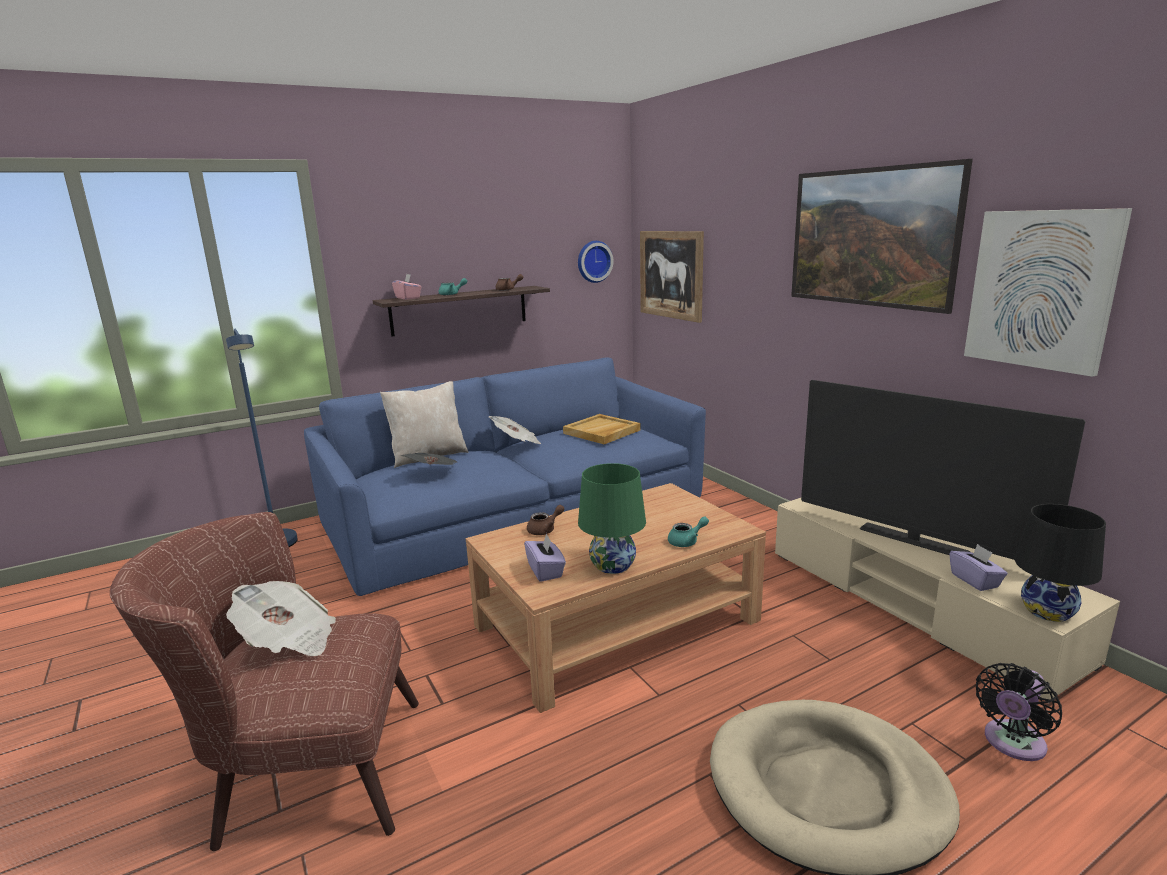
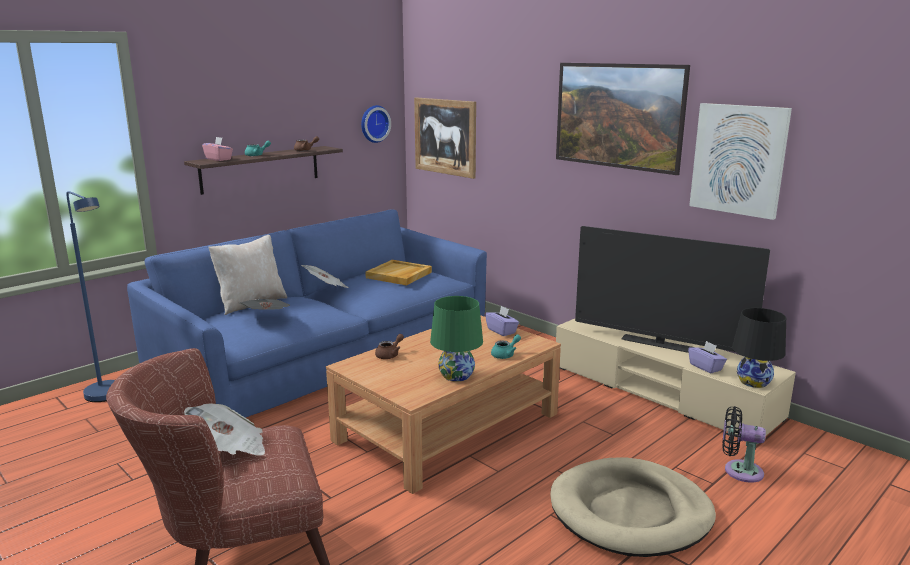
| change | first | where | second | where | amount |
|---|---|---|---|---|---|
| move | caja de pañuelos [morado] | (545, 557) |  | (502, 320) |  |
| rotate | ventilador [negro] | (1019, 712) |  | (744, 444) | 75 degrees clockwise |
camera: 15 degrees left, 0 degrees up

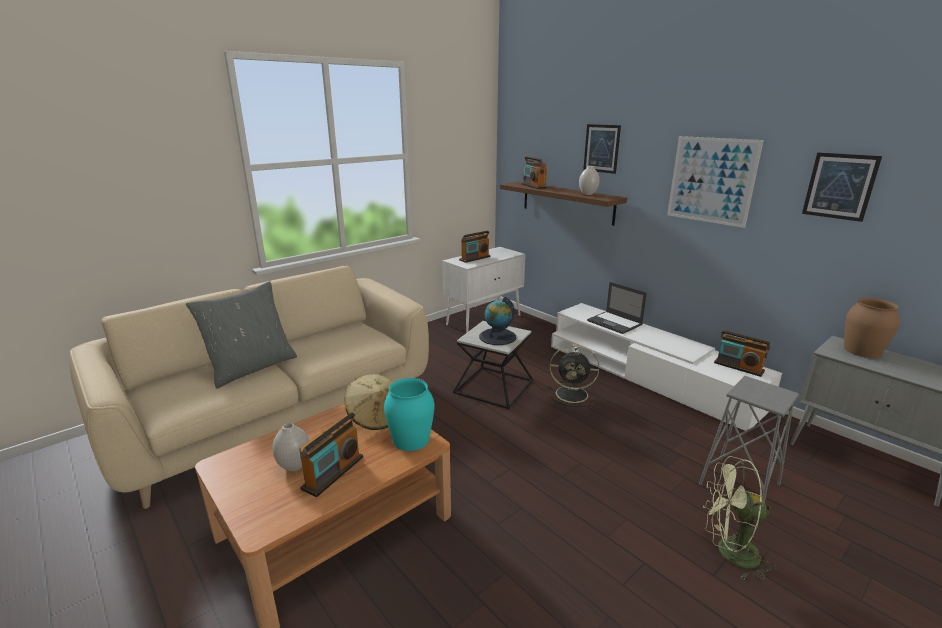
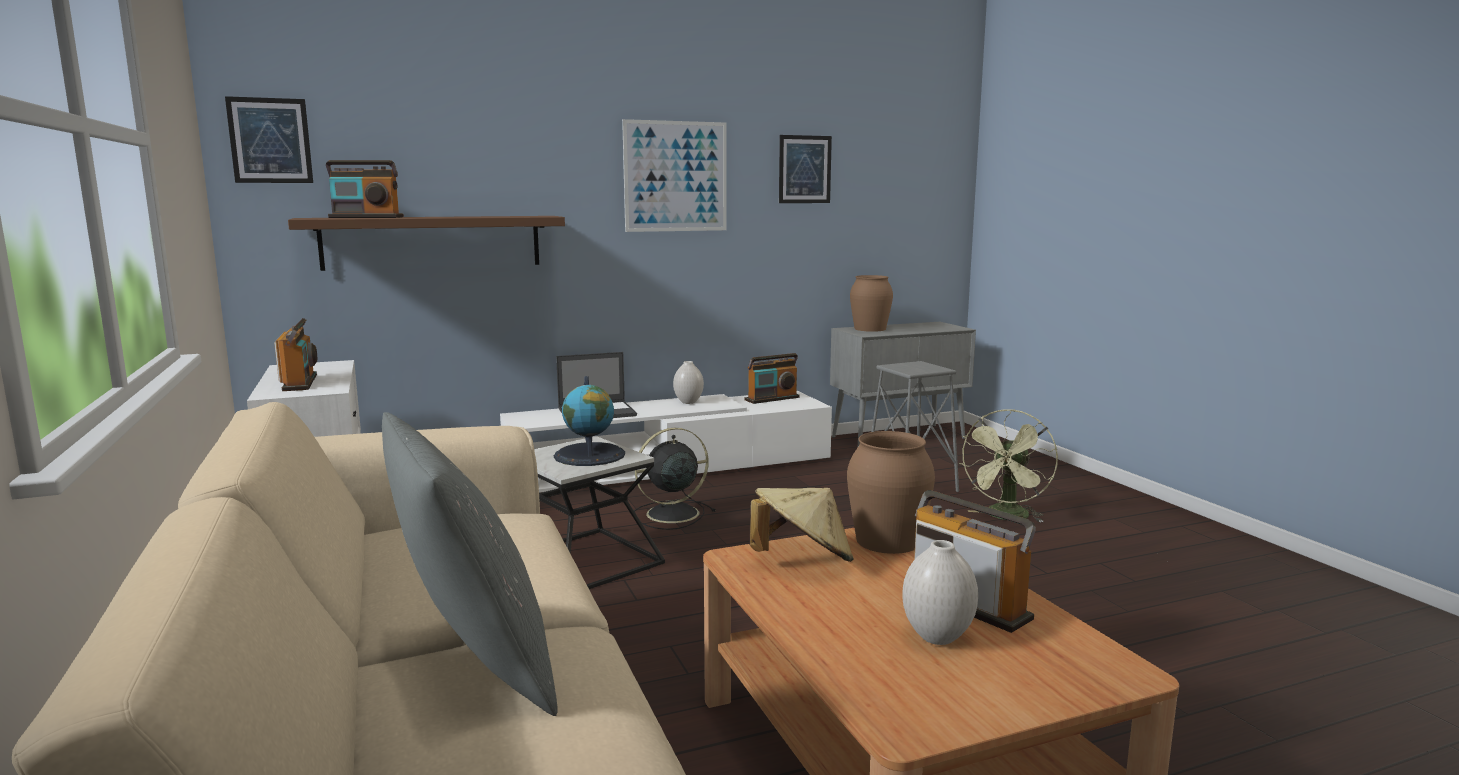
| change | first | where | second | where | amount |
|---|---|---|---|---|---|
| move | florero [blanco] | (589, 180) |  | (688, 382) |  |
| move | cuadro | (602, 149) |  | (269, 139) |  |
| recolor | florero [turquesa] | (409, 414) | florero [marrón] | (891, 492) |  |
| rotate | ventilador [negro] | (573, 376) |  | (675, 479) | 150 degrees counterclockwise |
camera: 70 degrees left, 10 degrees down

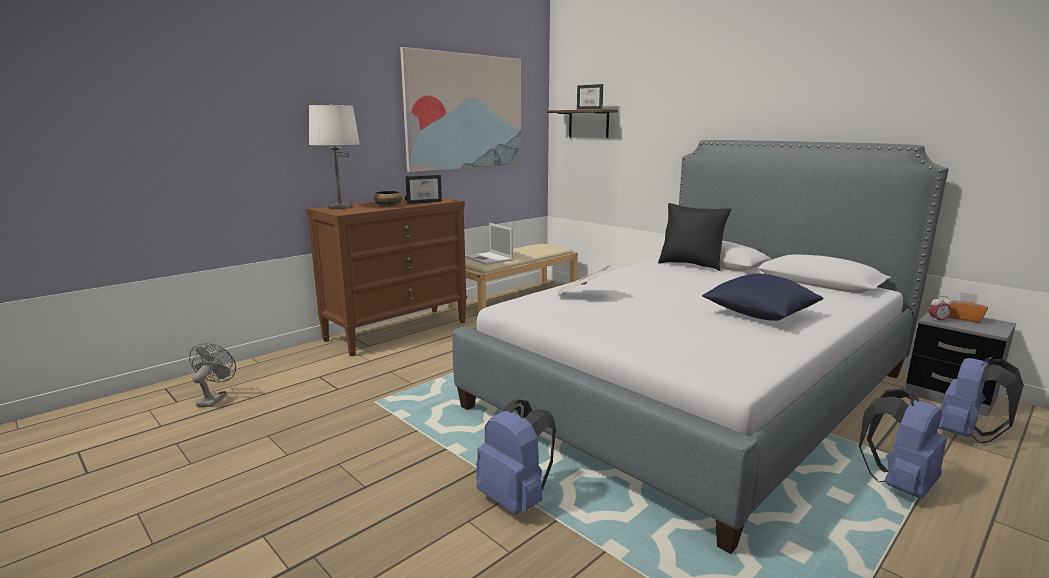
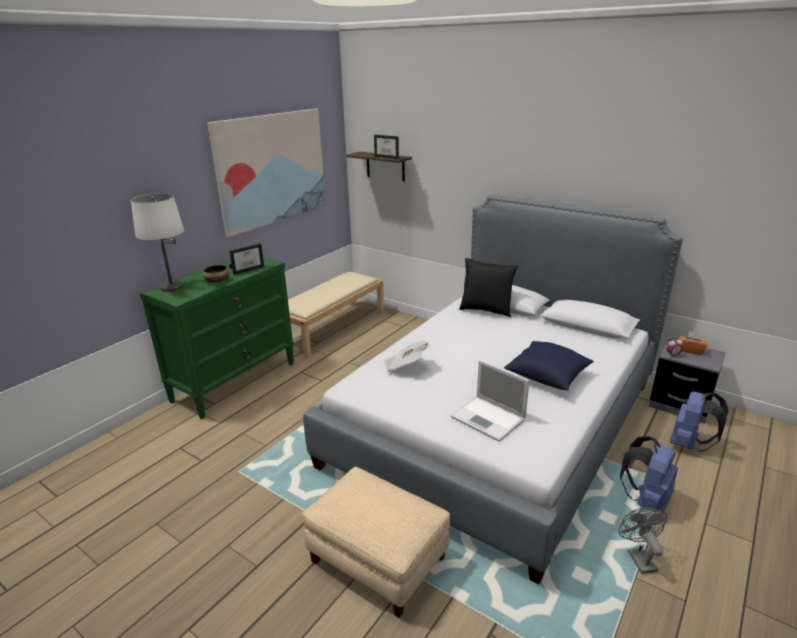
| change | first | where | second | where | amount |
|---|---|---|---|---|---|
| move | ventilador [gris] | (212, 375) |  | (643, 540) |  |
| move | portátil | (489, 244) |  | (490, 401) |  |
| replace | mochila [azul] | (516, 457) | puf [beis] | (376, 542) |  |
| recolor | cómoda [marrón] | (386, 277) | cómoda [verde] | (217, 338) |  |
camera: 10 degrees left, 10 degrees up

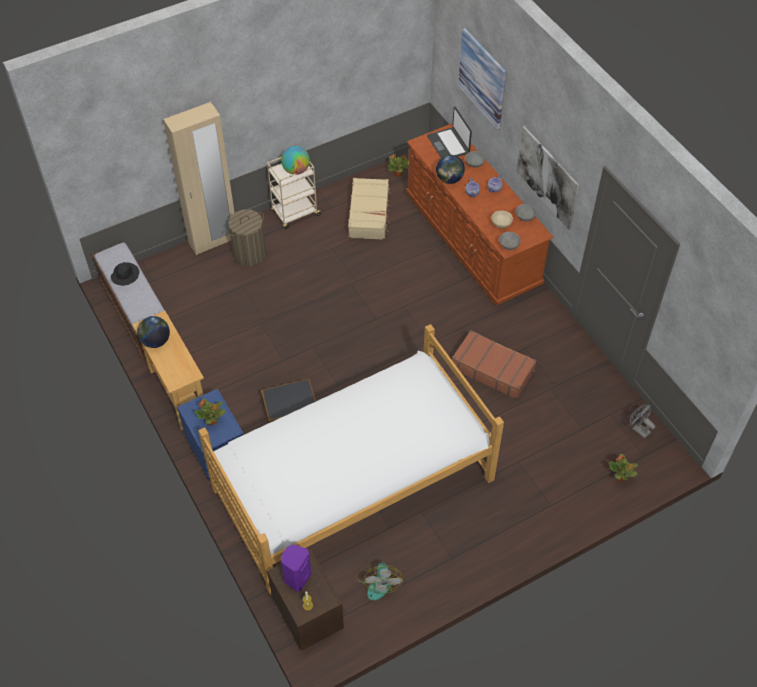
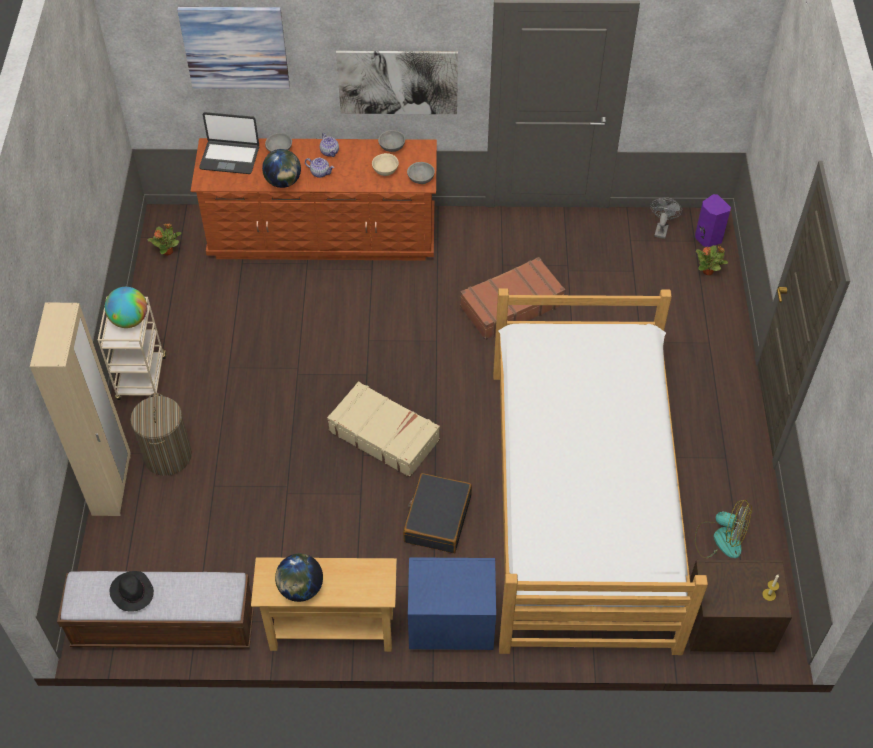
| change | first | where | second | where | amount |
|---|---|---|---|---|---|
| delete | planta en maceta | (210, 412) |  |  |  |
| move | altavoz [morado] | (296, 568) |  | (713, 220) |  |
| move | maleta [beis] | (369, 209) |  | (383, 429) |  |
| rotate | ventilador [gris] | (642, 421) |  | (666, 218) | 120 degrees clockwise |
camera: 60 degrees left, 0 degrees up

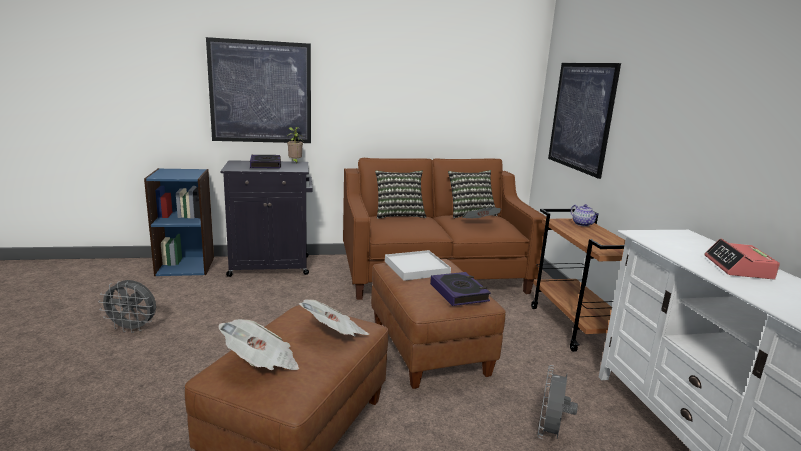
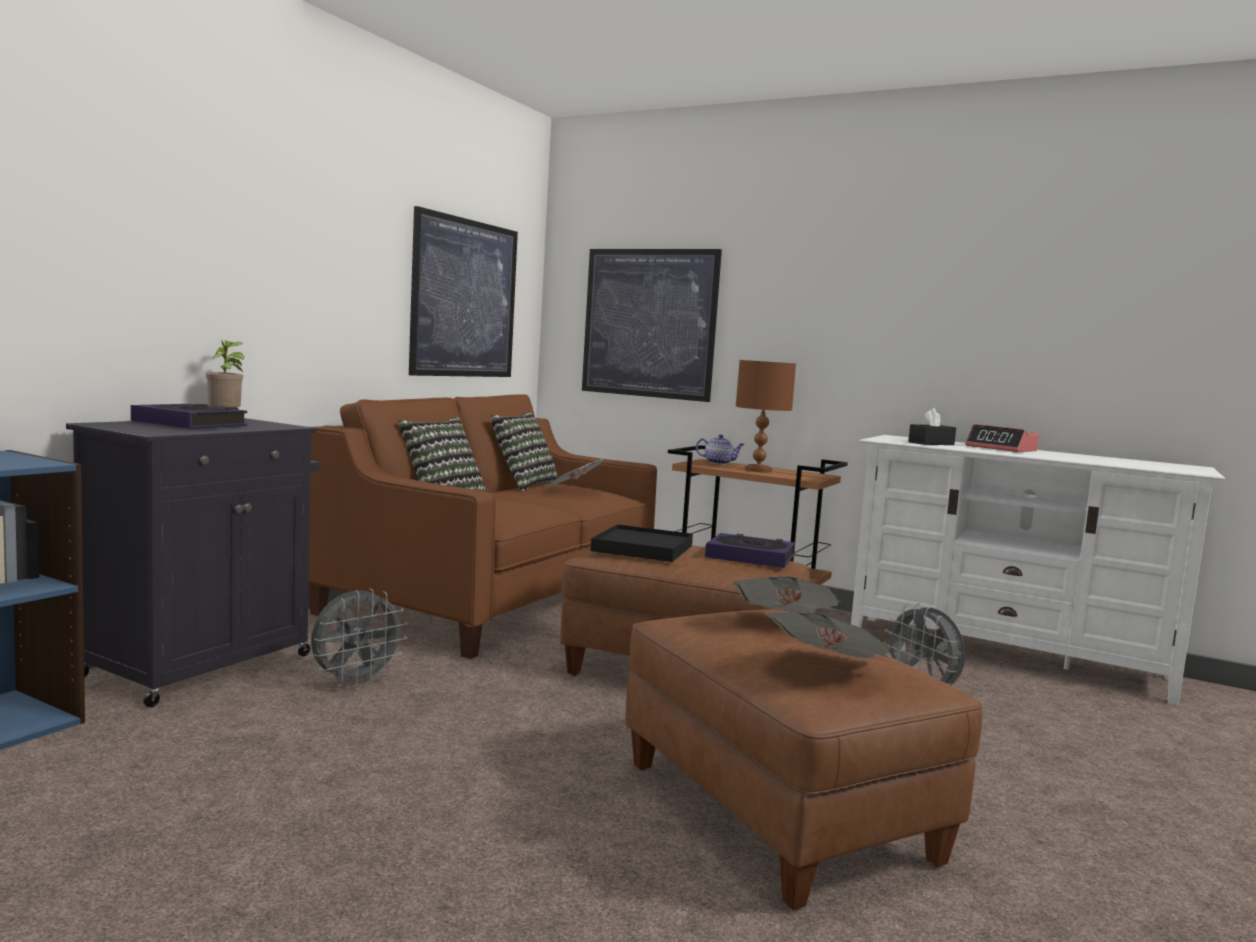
| change | first | where | second | where | amount |
|---|---|---|---|---|---|
| insert |  |  | lámpara de mesa [marrón] | (766, 416) |  |
| insert |  |  | caja de pañuelos [negro] | (932, 426) |  |
| move | ventilador [gris] | (127, 306) |  | (359, 638) |  |
| move | cuadro | (258, 90) |  | (463, 291) |  |
| recolor | bandeja [blanco] | (418, 265) | bandeja [negro] | (641, 543) |  |
camera: 50 degrees left, 10 degrees down

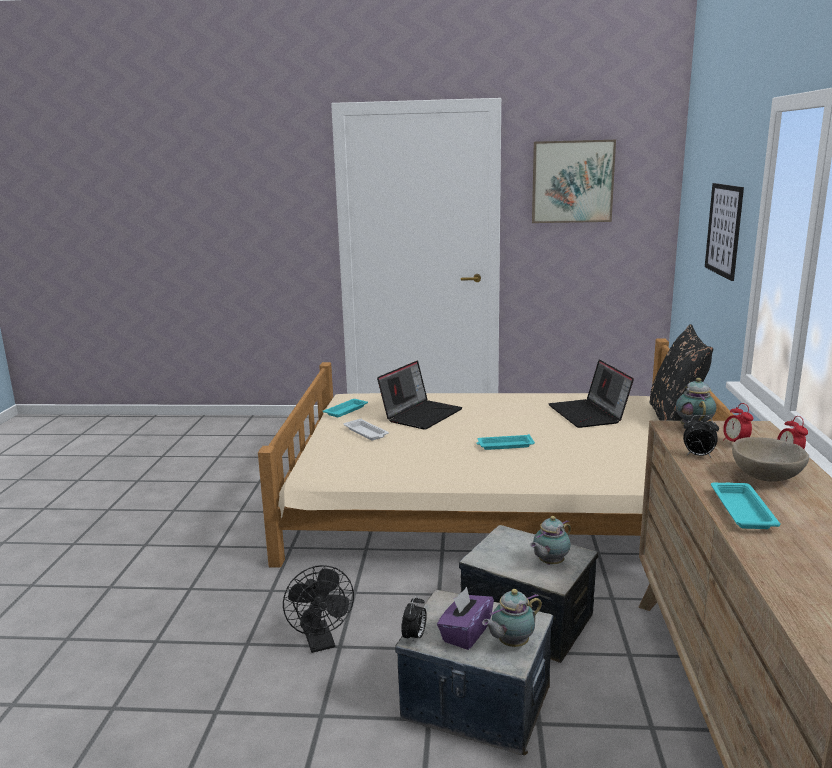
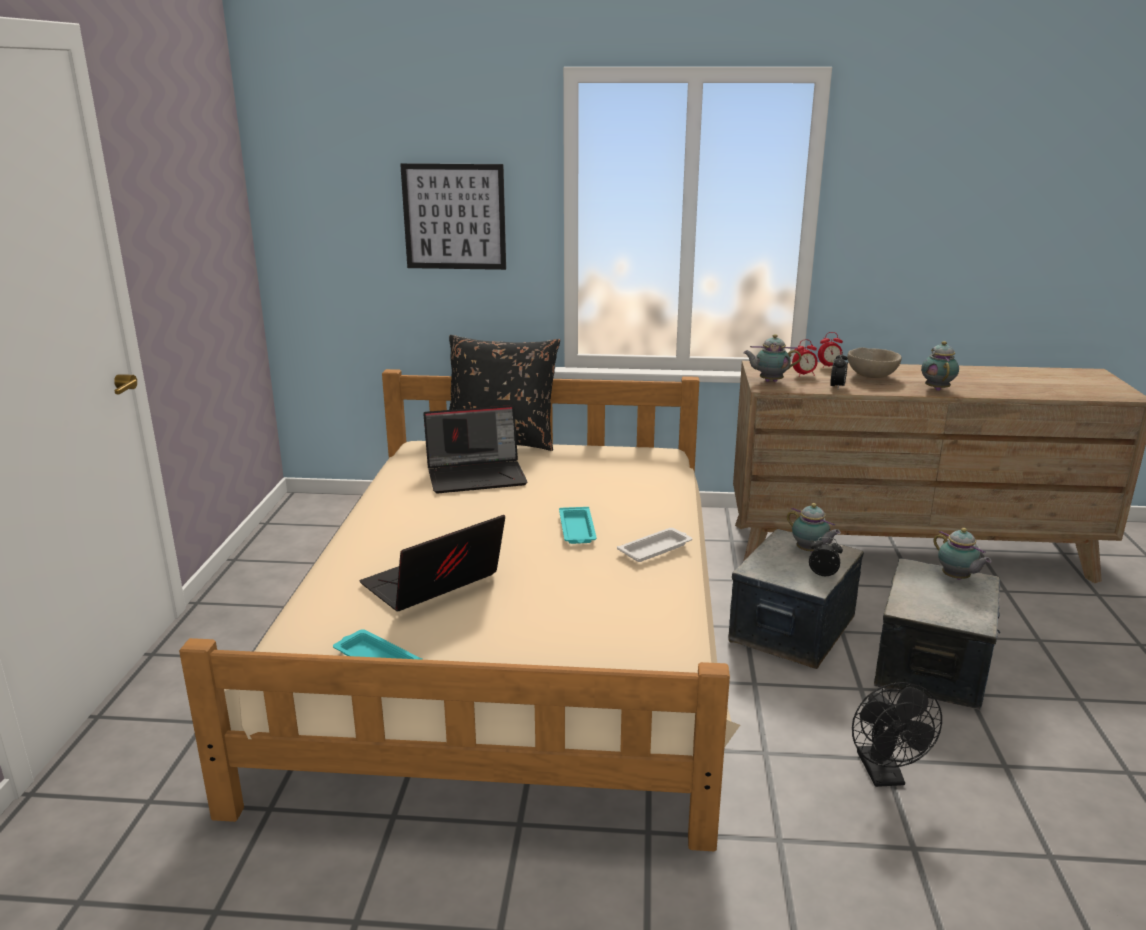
| change | first | where | second | where | amount |
|---|---|---|---|---|---|
| delete | caja de pañuelos [morado] | (465, 618) |  |  |  |
| delete | cuadro | (574, 181) |  |  |  |
| move | bandeja [blanco] | (366, 430) |  | (654, 545) |  |
| move | despertador | (414, 619) |  | (826, 556) |  |
| replace | bandeja [turquesa] | (746, 505) | tetera | (940, 366) |  |
| rotate | ventilador [negro] | (318, 609) |  | (897, 734) | 105 degrees clockwise |
| rotate | portátil | (420, 395) |  | (432, 563) | 75 degrees counterclockwise |
camera: 90 degrees left, 5 degrees up

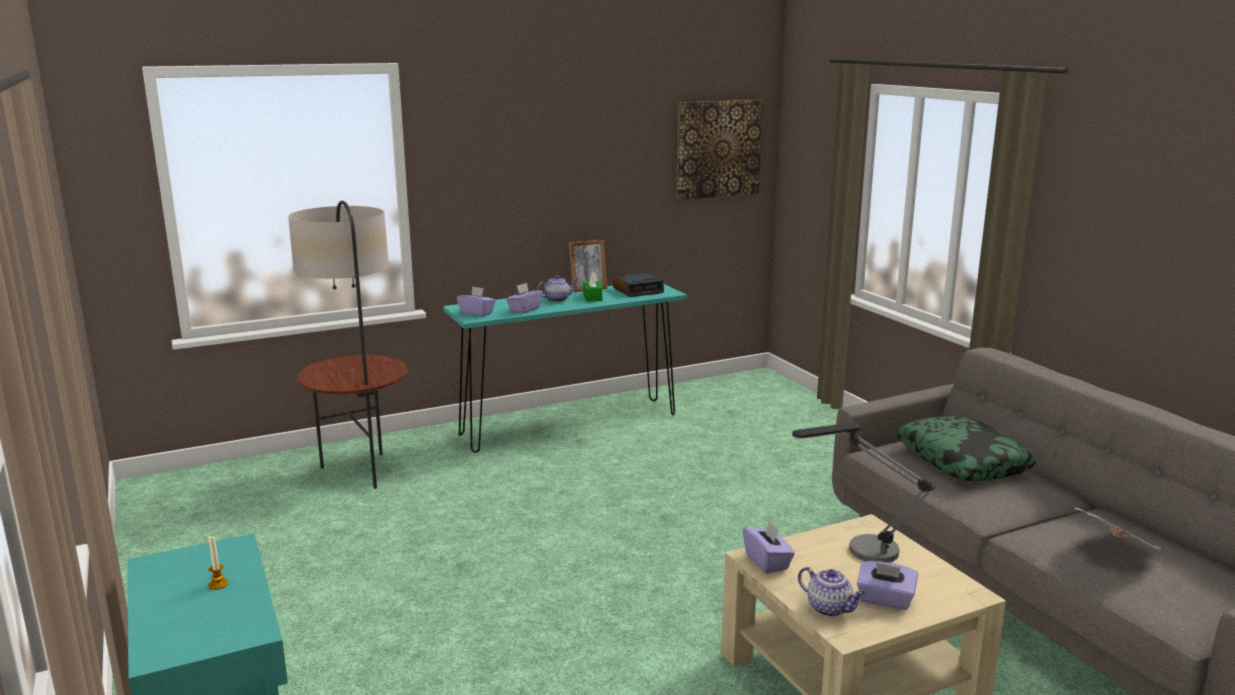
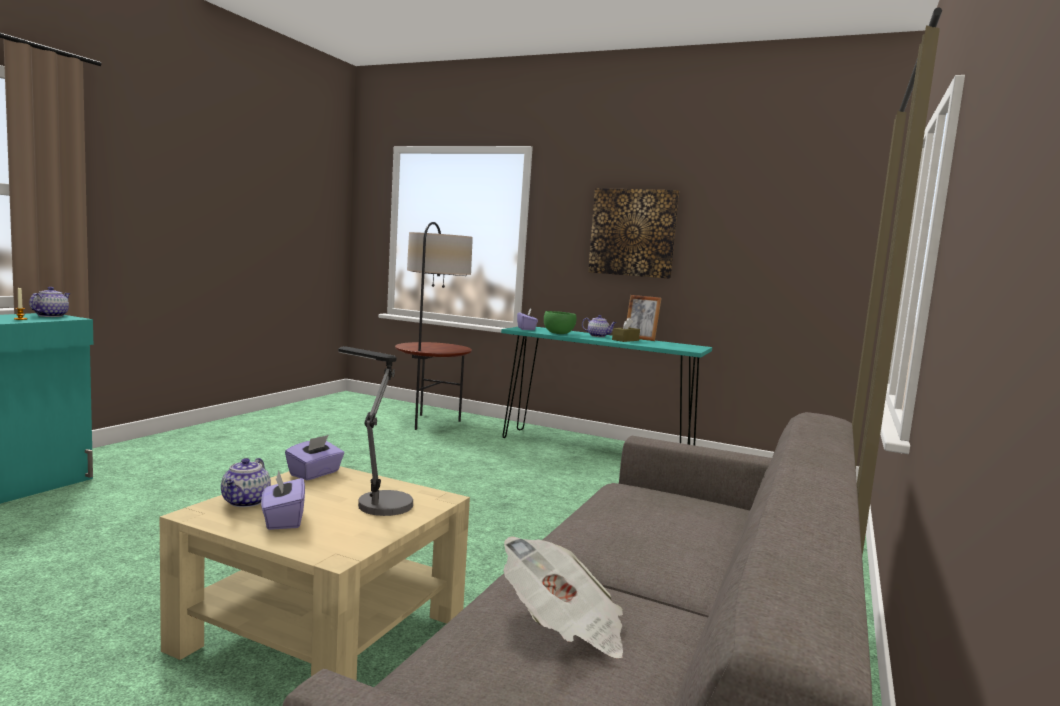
| change | first | where | second | where | amount |
|---|---|---|---|---|---|
| delete | despertador | (638, 285) |  |  |  |
| delete | cojín | (966, 448) |  |  |  |
| insert |  |  | tetera | (50, 302) |  |
| move | cuadro | (720, 150) |  | (633, 233) |  |
| replace | caja de pañuelos [morado] | (524, 298) | cuenco [verde] | (560, 322) |  |
| recolor | caja de pañuelos [verde] | (592, 287) | caja de pañuelos [marrón] | (626, 329) |  |
camera: 50 degrees right, 10 degrees down

